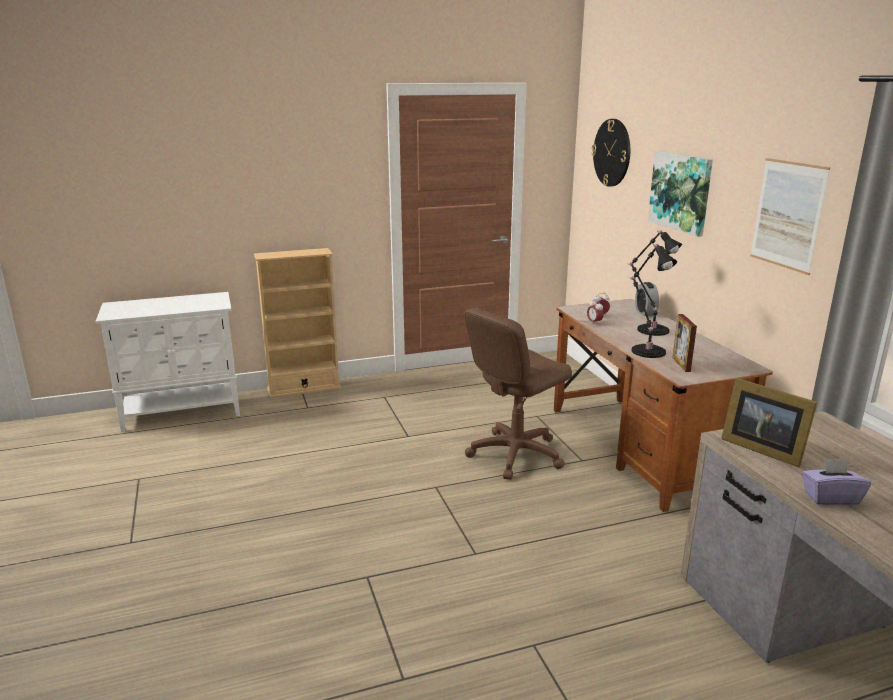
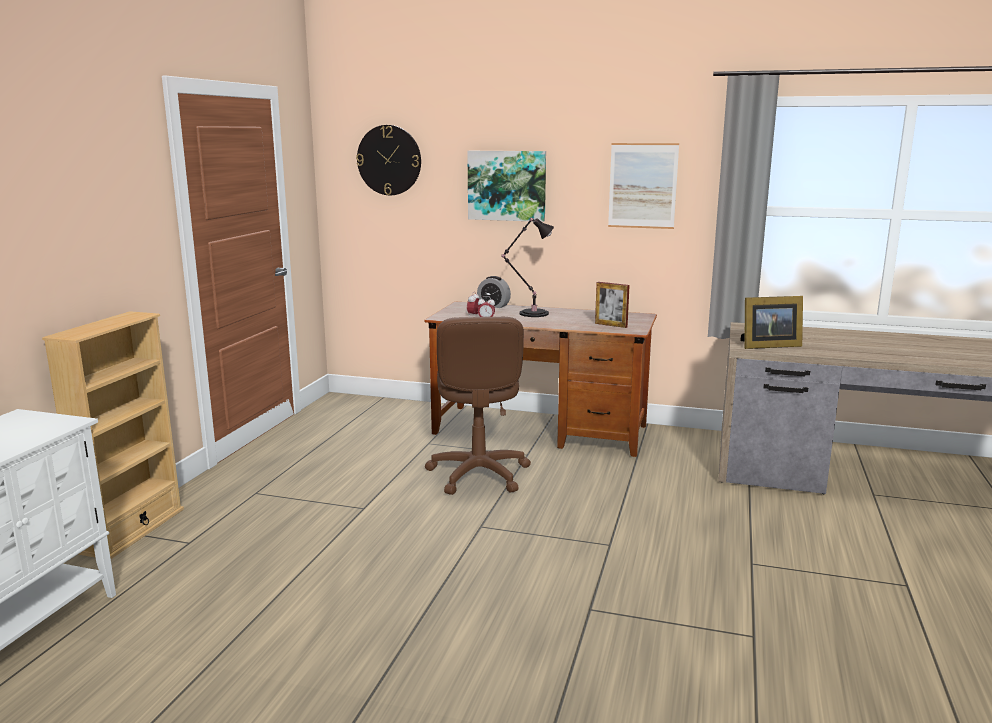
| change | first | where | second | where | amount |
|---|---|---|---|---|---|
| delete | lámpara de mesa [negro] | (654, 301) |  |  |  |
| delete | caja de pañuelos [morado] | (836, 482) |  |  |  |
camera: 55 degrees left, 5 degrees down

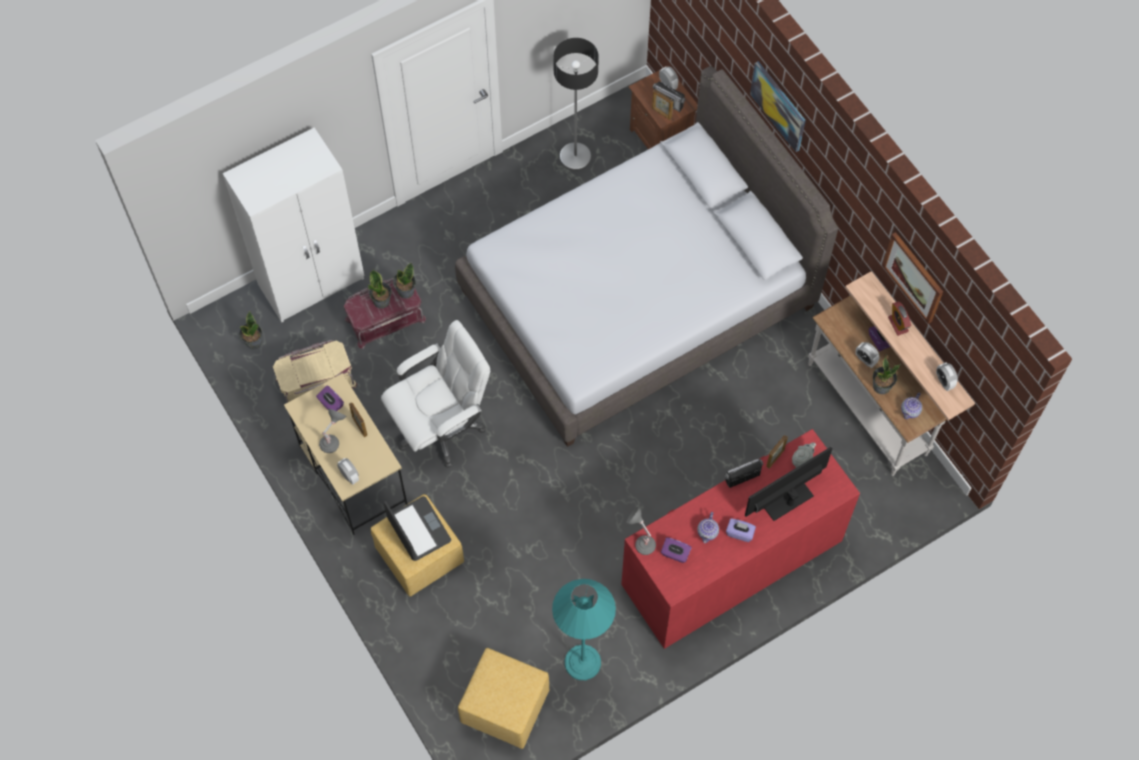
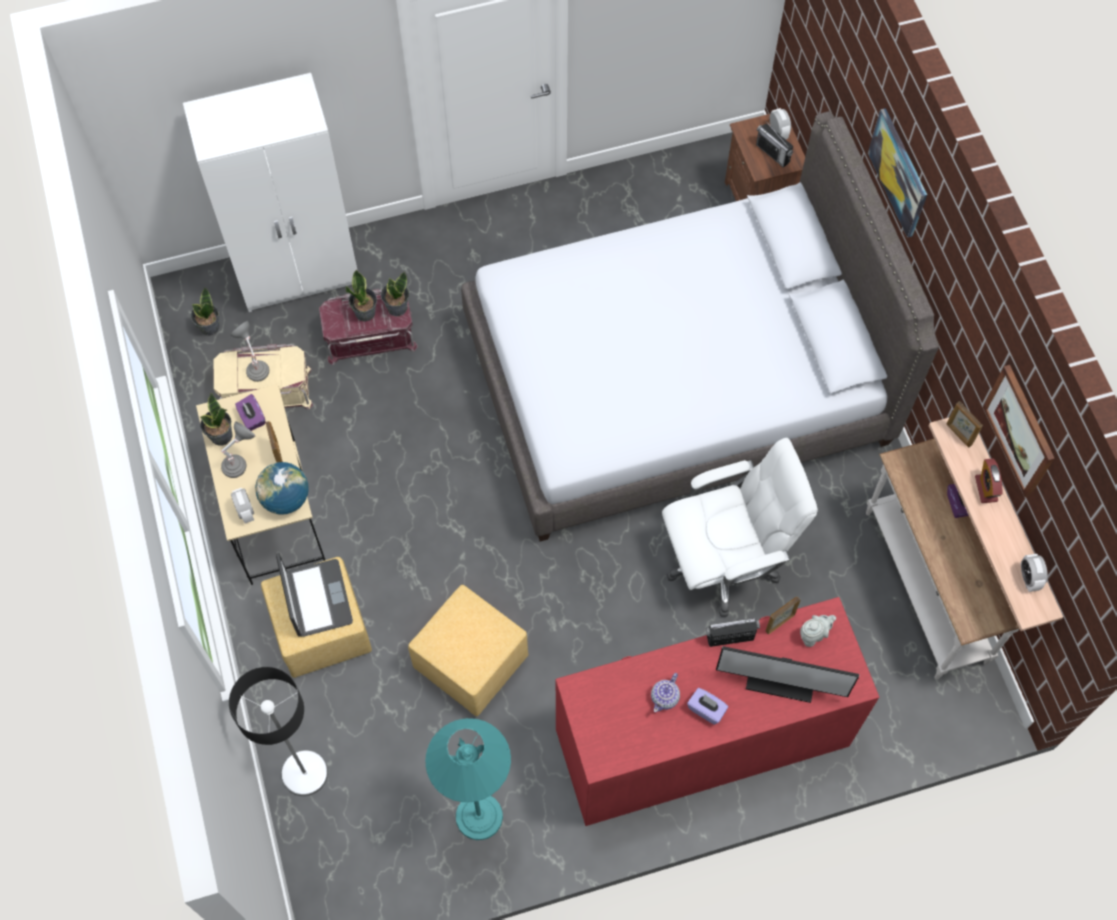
| change | first | where | second | where | amount |
|---|---|---|---|---|---|
| delete | caja de pañuelos [morado] | (676, 550) |  |  |  |
| delete | despertador | (867, 355) |  |  |  |
| delete | tetera | (911, 405) |  |  |  |
| insert |  |  | globo terráqueo | (282, 488) |  |
| move | silla de oficina [blanco] | (435, 394) |  | (740, 527) |  |
| move | puf [amarillo] | (503, 698) |  | (468, 650) |  |
| move | lámpara de pie | (576, 104) |  | (278, 731) |  |
| move | lámpara de mesa [gris] | (641, 531) |  | (250, 351) |  |
| move | portarretratos | (662, 104) |  | (965, 424) |  |
| move | planta en maceta | (887, 374) |  | (216, 419) |  |
| rotate | monitor | (788, 483) |  | (787, 674) | 150 degrees counterclockwise |
camera: 15 degrees right, 0 degrees up

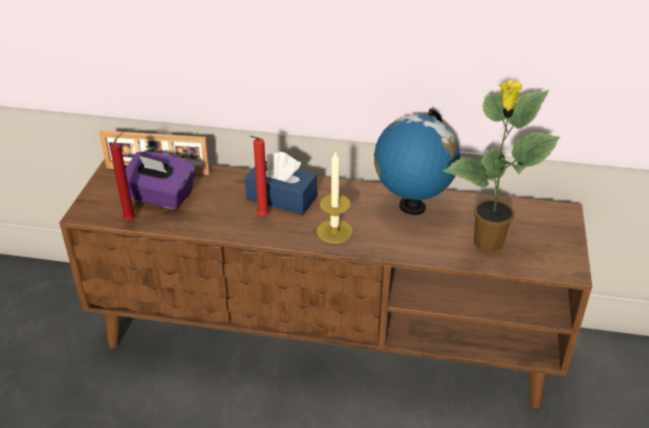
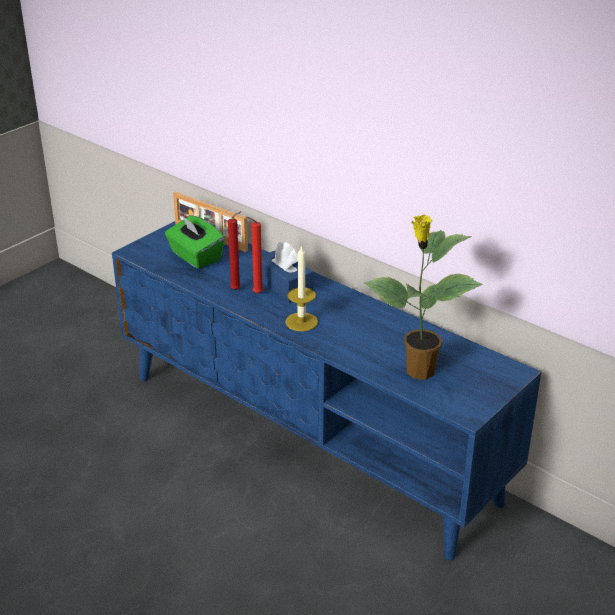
| change | first | where | second | where | amount |
|---|---|---|---|---|---|
| delete | globo terráqueo | (417, 162) |  |  |  |
| move | vela [rojo] | (122, 176) |  | (235, 250) |  |
| recolor | mueble de televisión [marrón] | (325, 284) | mueble de televisión [azul] | (326, 390) |  |
| recolor | caja de pañuelos [morado] | (160, 180) | caja de pañuelos [verde] | (195, 242) |  |
camera: 30 degrees right, 5 degrees down

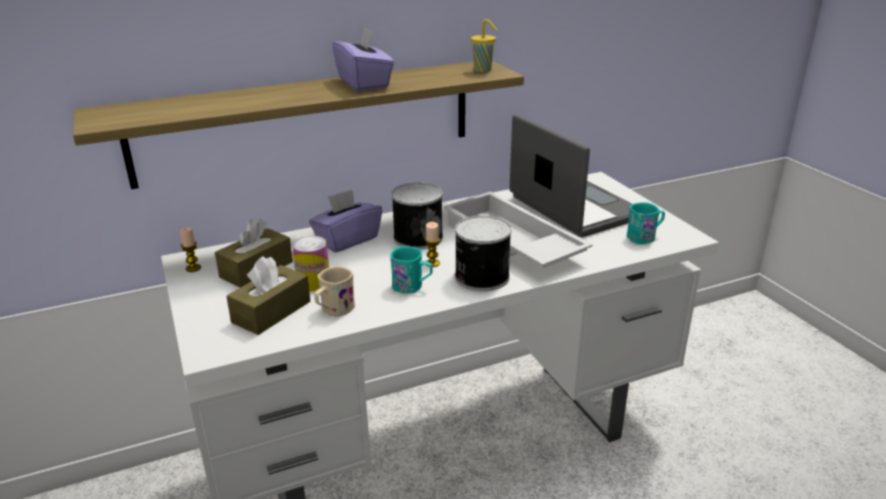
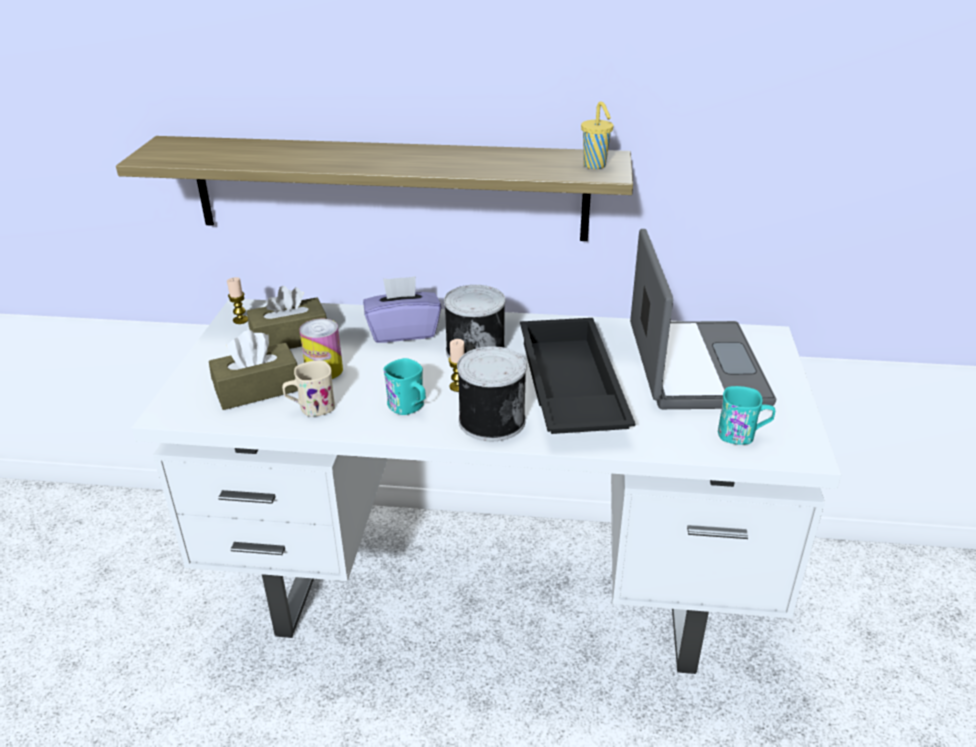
| change | first | where | second | where | amount |
|---|---|---|---|---|---|
| delete | caja de pañuelos [morado] | (363, 59) |  |  |  |
| recolor | bandeja [blanco] | (518, 230) | bandeja [negro] | (577, 376) |  |
camera: 30 degrees right, 5 degrees up

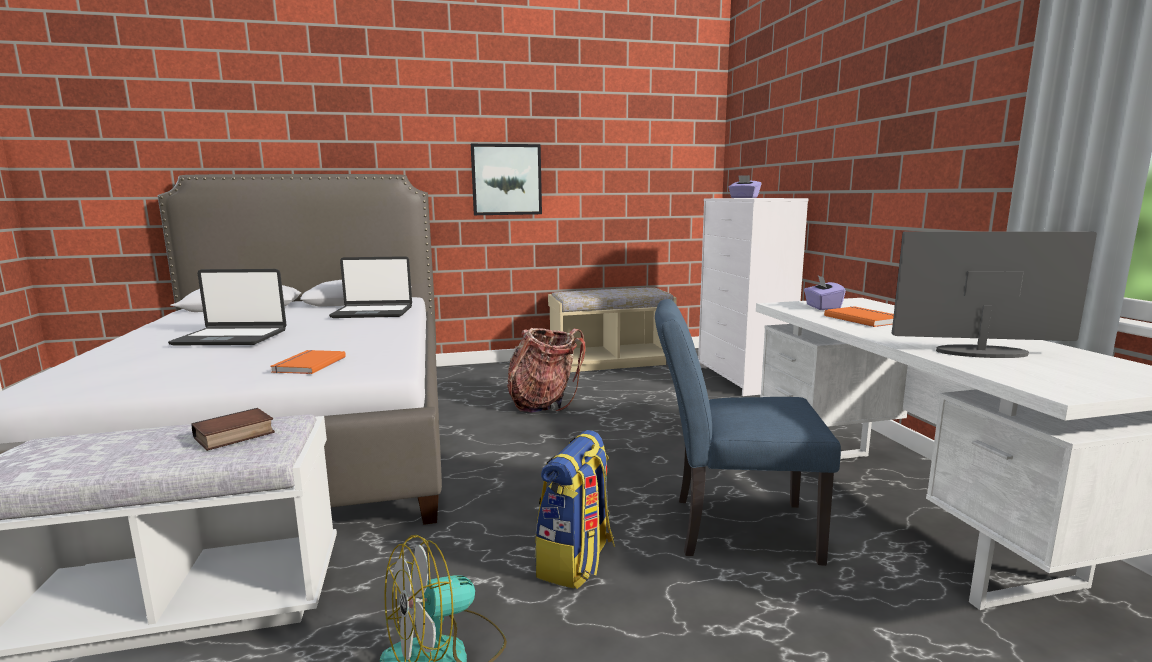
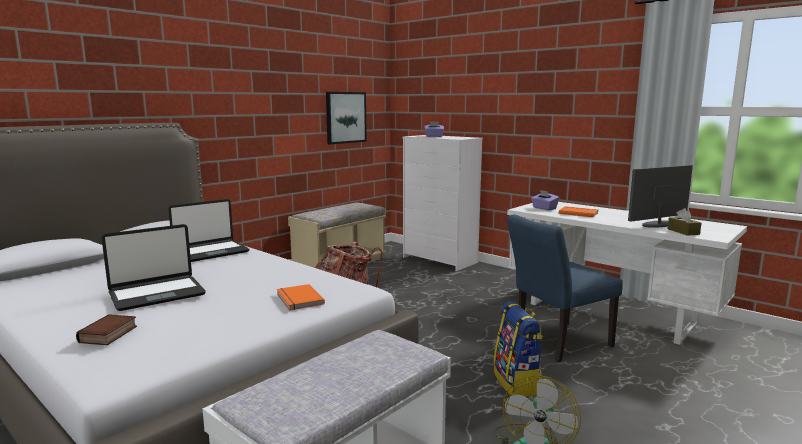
| change | first | where | second | where | amount |
|---|---|---|---|---|---|
| insert |  |  | caja de pañuelos [marrón] | (684, 222) |  |
| move | libro | (233, 429) |  | (106, 329) |  |
| move | cuadro | (506, 179) |  | (346, 118) |  |
camera: 35 degrees left, 0 degrees up

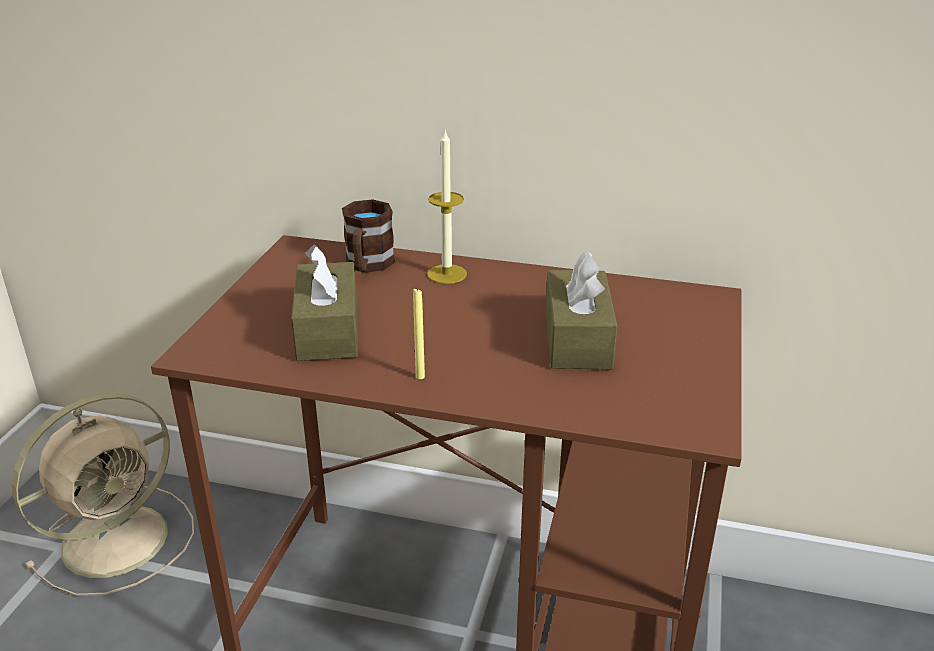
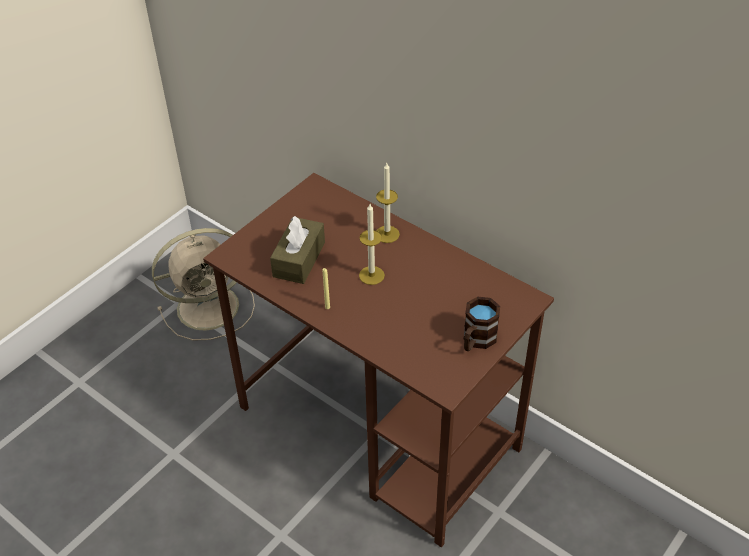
| change | first | where | second | where | amount |
|---|---|---|---|---|---|
| delete | caja de pañuelos [marrón] | (581, 310) |  |  |  |
| insert |  |  | vela | (372, 244) |  |
| move | taza grande [marrón] | (368, 236) |  | (482, 324) |  |
camera: 25 degrees right, 15 degrees up

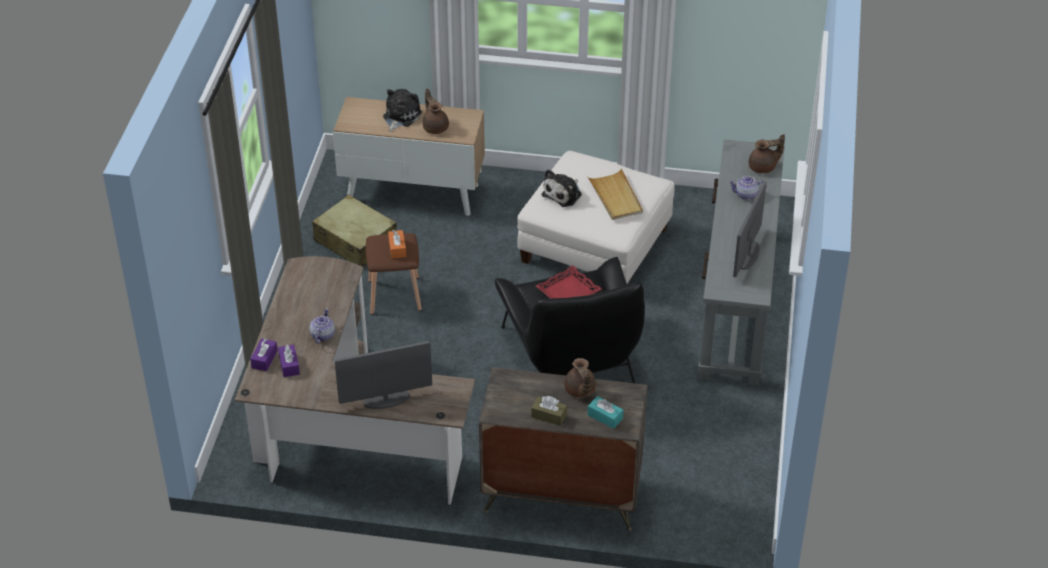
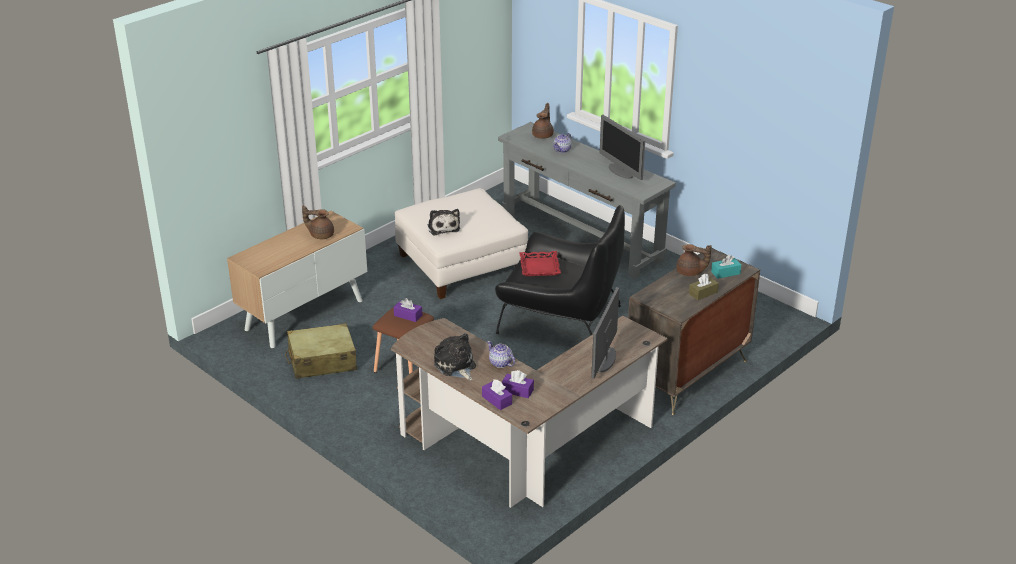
| change | first | where | second | where | amount |
|---|---|---|---|---|---|
| delete | bandeja [beis] | (615, 194) |  |  |  |
| move | peluche | (402, 110) |  | (455, 356) |  |
| recolor | caja de pañuelos [naranja] | (397, 244) | caja de pañuelos [morado] | (408, 310) |  |
camera: 55 degrees left, 10 degrees down

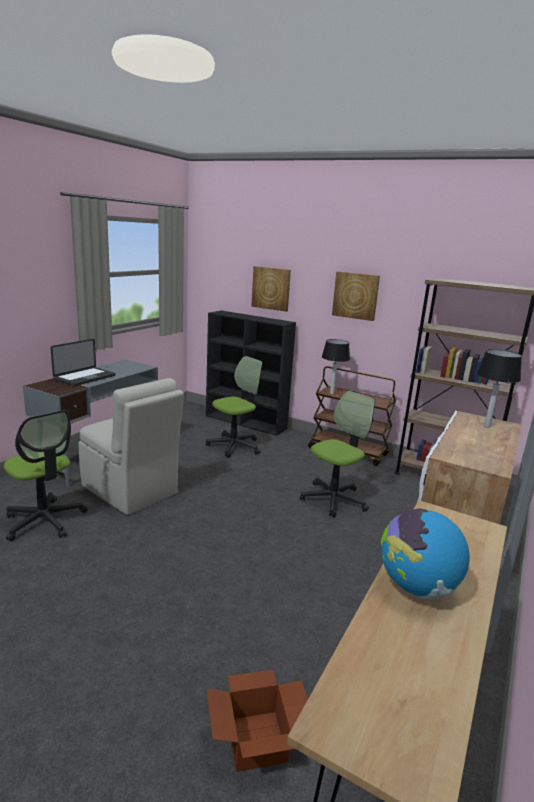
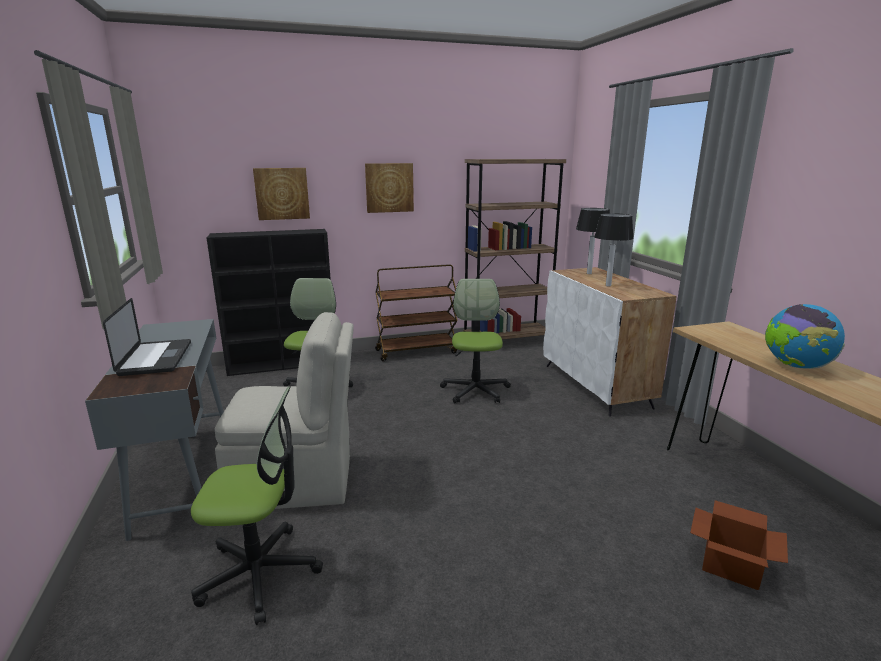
| change | first | where | second | where | amount |
|---|---|---|---|---|---|
| move | lámpara de mesa | (336, 366) |  | (614, 250) |  |
camera: 45 degrees left, 0 degrees up

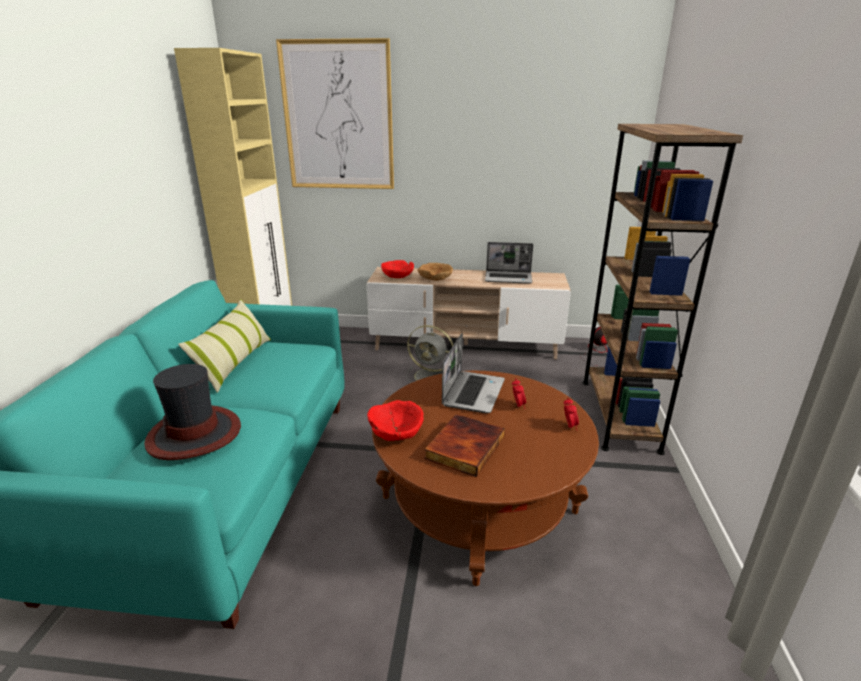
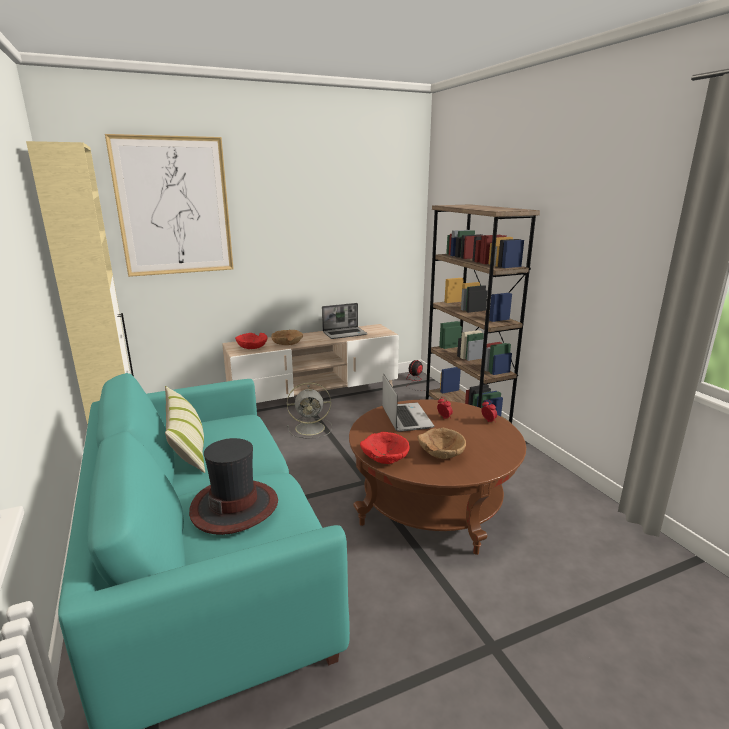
| change | first | where | second | where | amount |
|---|---|---|---|---|---|
| replace | libro | (464, 445) | cuenco [marrón] | (442, 443) |  |
camera: 30 degrees left, 5 degrees down

